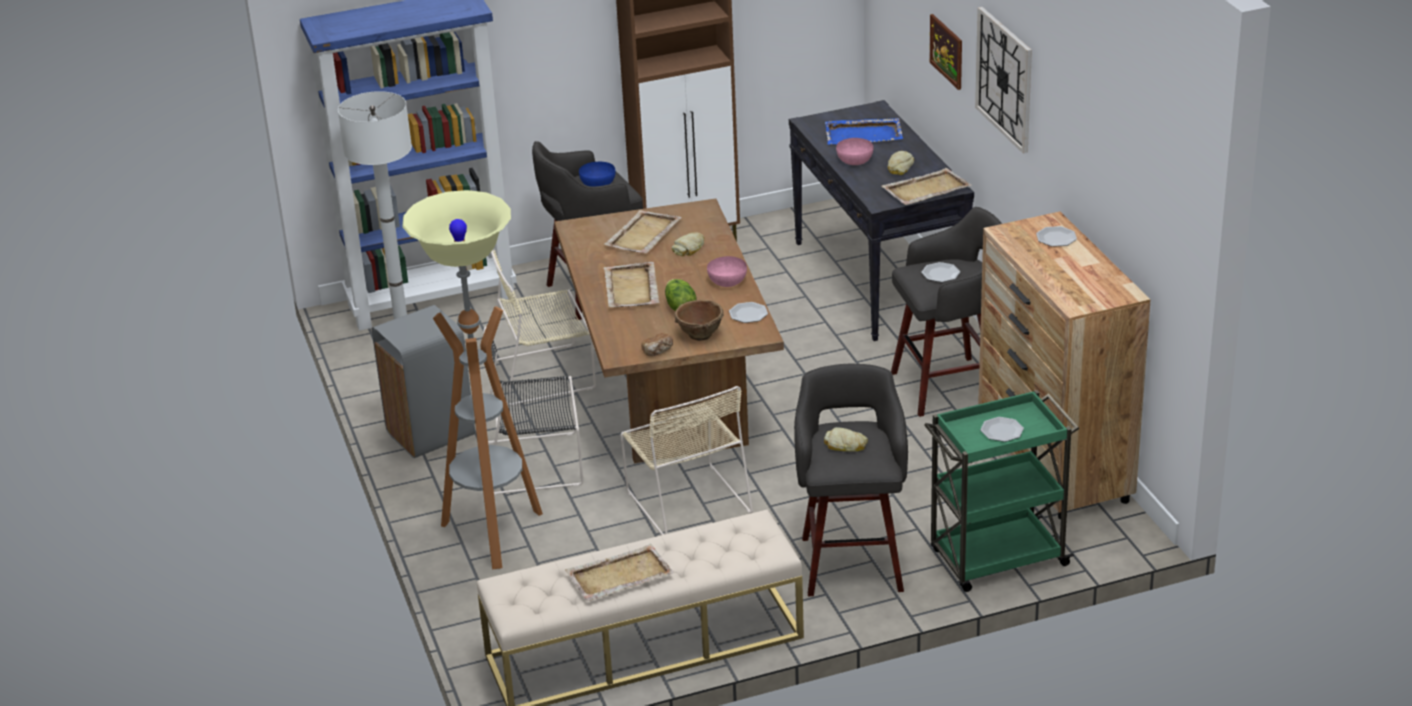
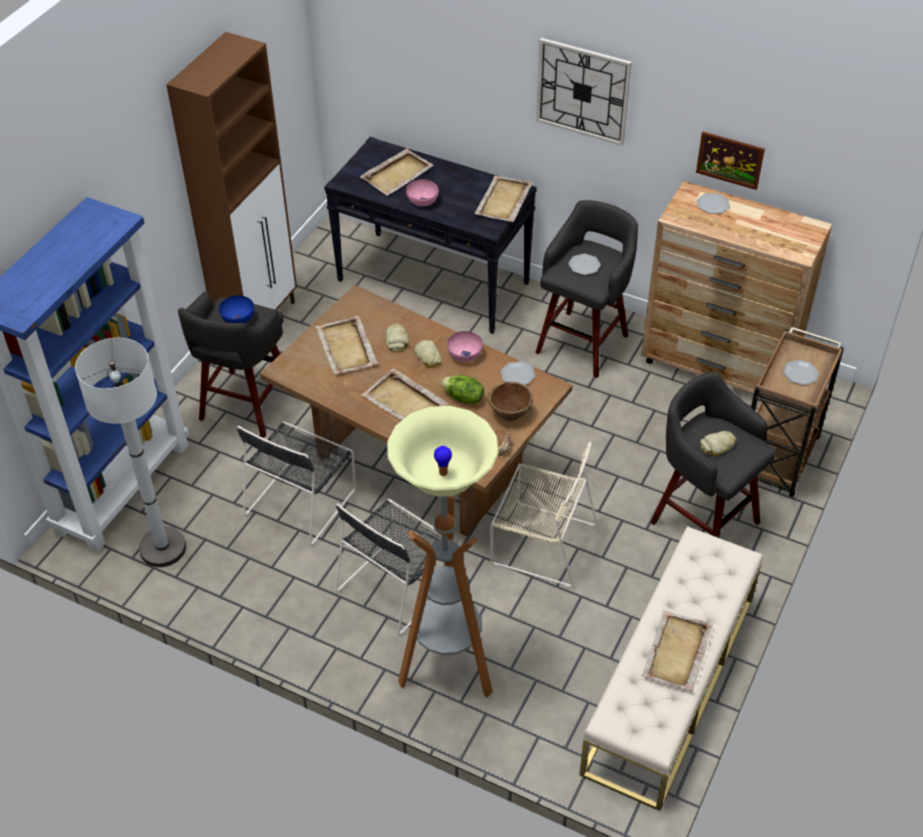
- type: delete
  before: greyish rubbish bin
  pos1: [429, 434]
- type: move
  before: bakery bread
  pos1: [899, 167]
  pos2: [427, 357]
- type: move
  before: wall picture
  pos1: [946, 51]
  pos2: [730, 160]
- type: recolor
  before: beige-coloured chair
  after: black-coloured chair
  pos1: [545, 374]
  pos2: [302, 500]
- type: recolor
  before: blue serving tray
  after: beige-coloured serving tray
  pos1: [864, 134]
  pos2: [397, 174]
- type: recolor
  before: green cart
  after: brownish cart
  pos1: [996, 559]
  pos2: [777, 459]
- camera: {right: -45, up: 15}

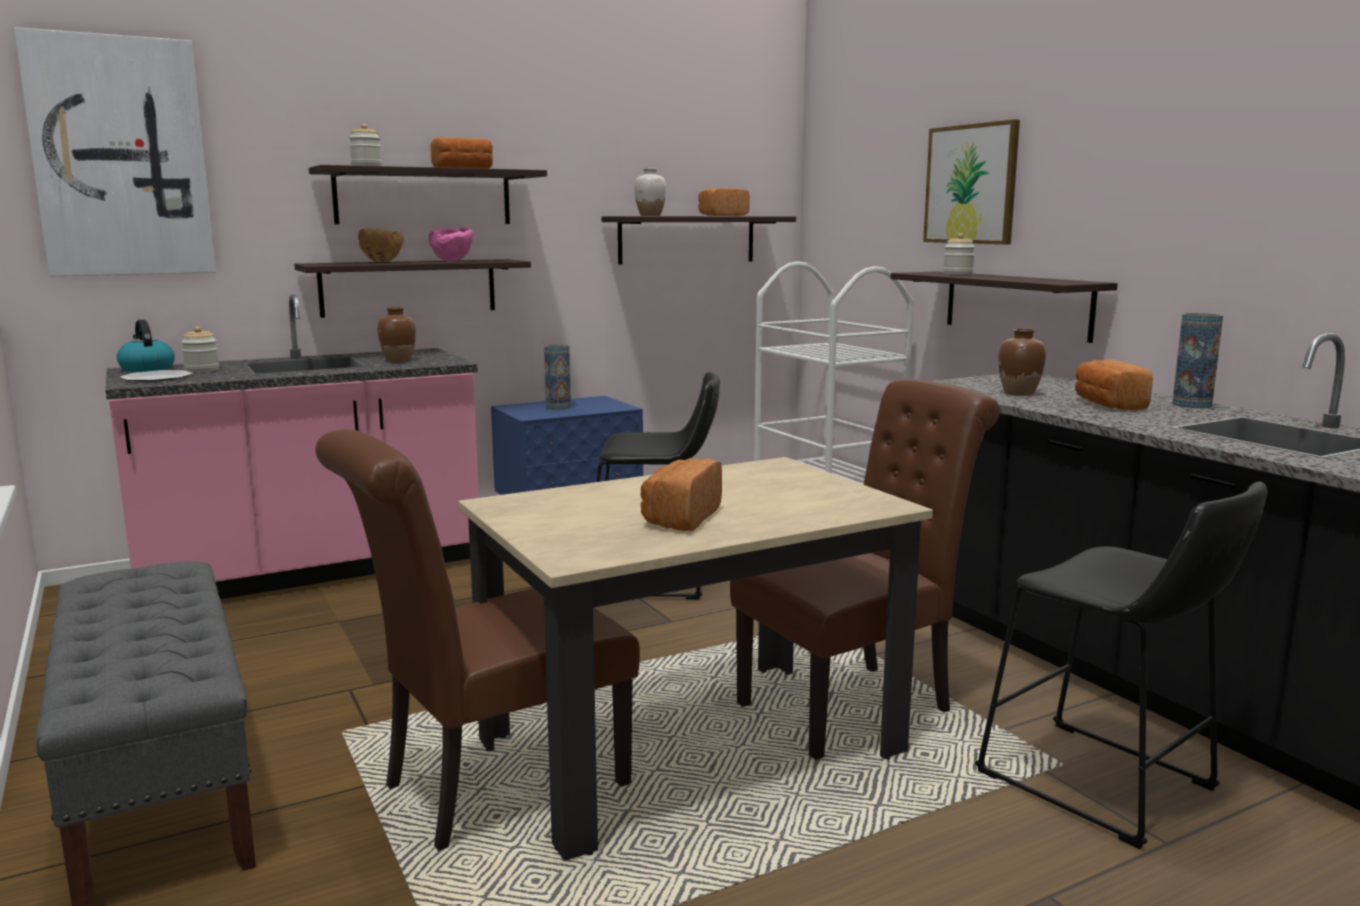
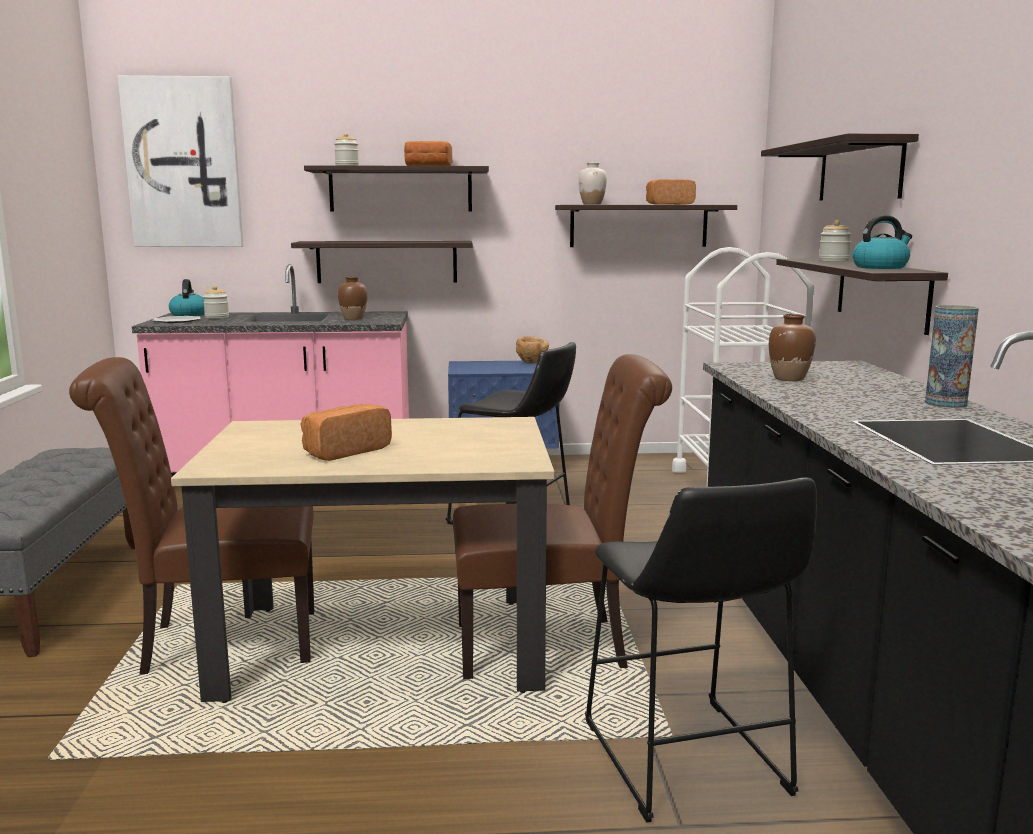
- type: delete
  before: pink serving bowl
  pos1: [452, 261]
- type: delete
  before: flower vase
  pos1: [558, 407]
- type: delete
  before: bakery bread
  pos1: [1107, 405]
- type: insert
  after: kettle
  pos2: [880, 267]
- type: move
  before: brownish serving bowl
  pos1: [382, 262]
  pos2: [532, 363]
- type: replace
  before: wall picture
  after: shelf
  pos1: [971, 184]
  pos2: [859, 171]
- camera: {right: 25, up: 0}

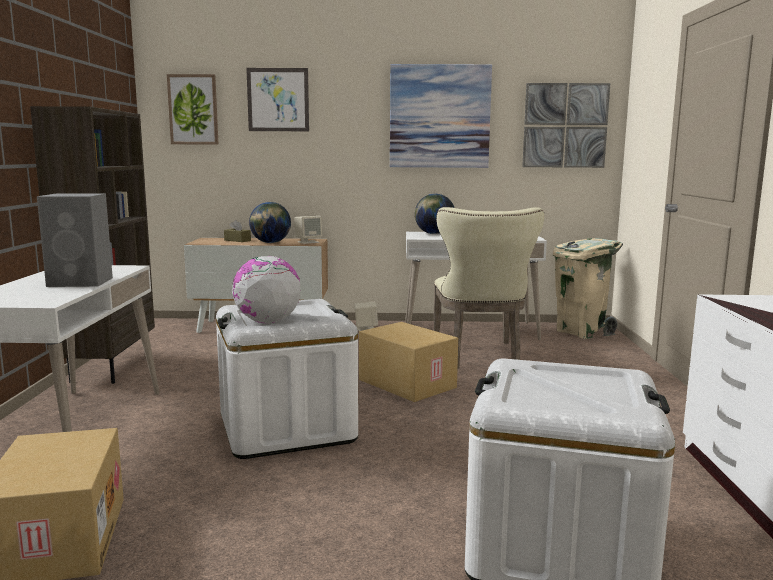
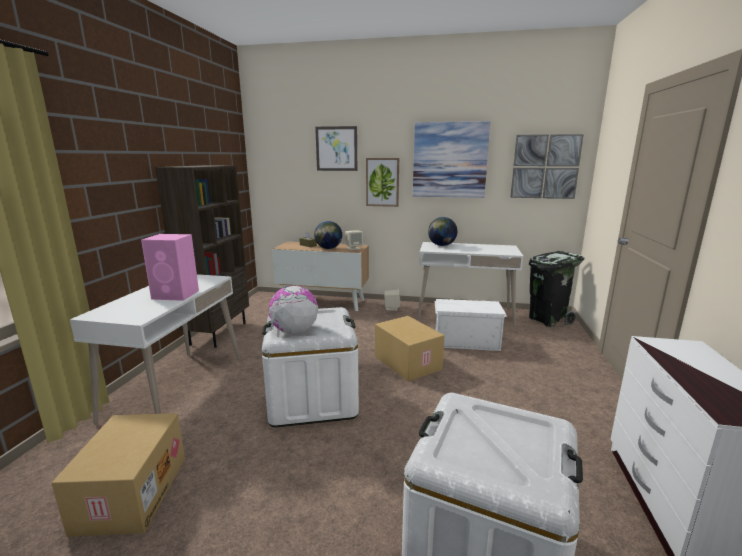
- type: move
  before: wall picture
  pos1: [193, 109]
  pos2: [382, 182]
- type: replace
  before: beige-coloured chair
  after: whitish storage bin
  pos1: [479, 357]
  pos2: [465, 340]
- type: recolor
  before: greyish audio speaker
  after: pink audio speaker
  pos1: [82, 282]
  pos2: [176, 295]
- type: recolor
  before: beige-coloured rubbish bin
  after: black-coloured rubbish bin
  pos1: [581, 332]
  pos2: [547, 320]
- camera: {right: 10, up: 5}

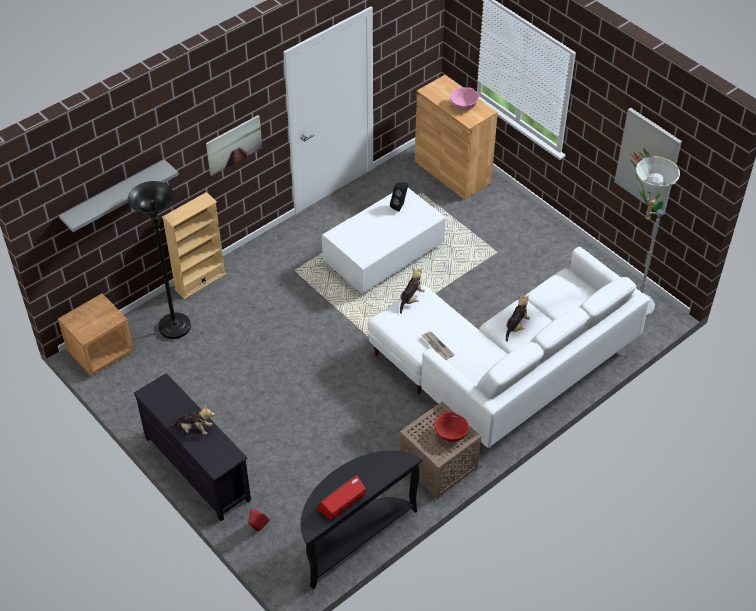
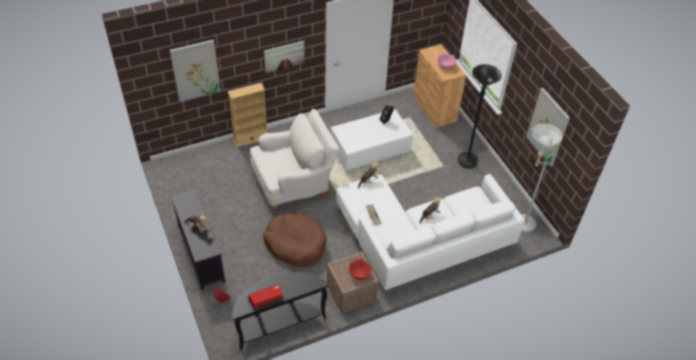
- type: delete
  before: brownish night table
  pos1: [101, 351]
- type: insert
  after: whitish lounge chair
  pos2: [294, 183]
- type: insert
  after: brownish dog cushion
  pos2: [295, 244]
- type: move
  before: black-coloured standard lamp
  pos1: [175, 327]
  pos2: [467, 161]
- type: replace
  before: greyish shelf
  after: wall picture
  pos1: [114, 196]
  pos2: [195, 70]
- camera: {right: 15, up: 0}

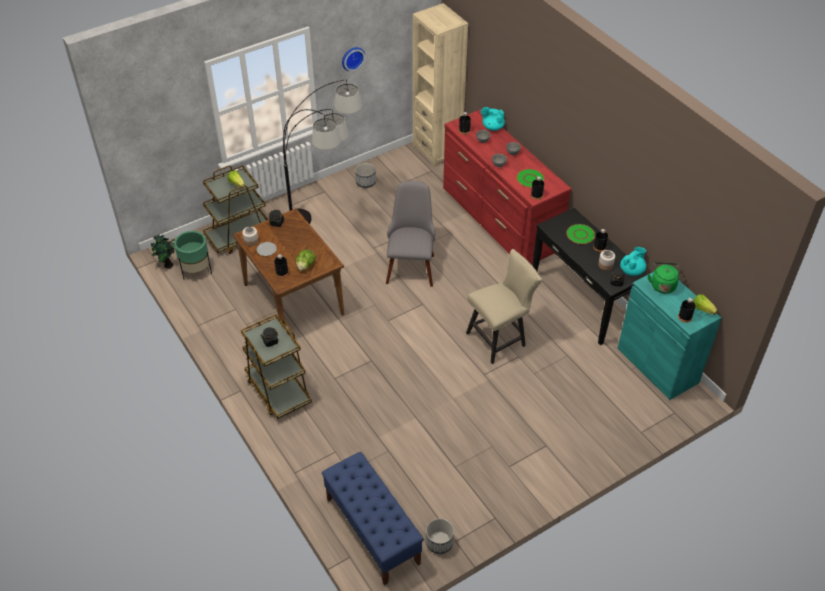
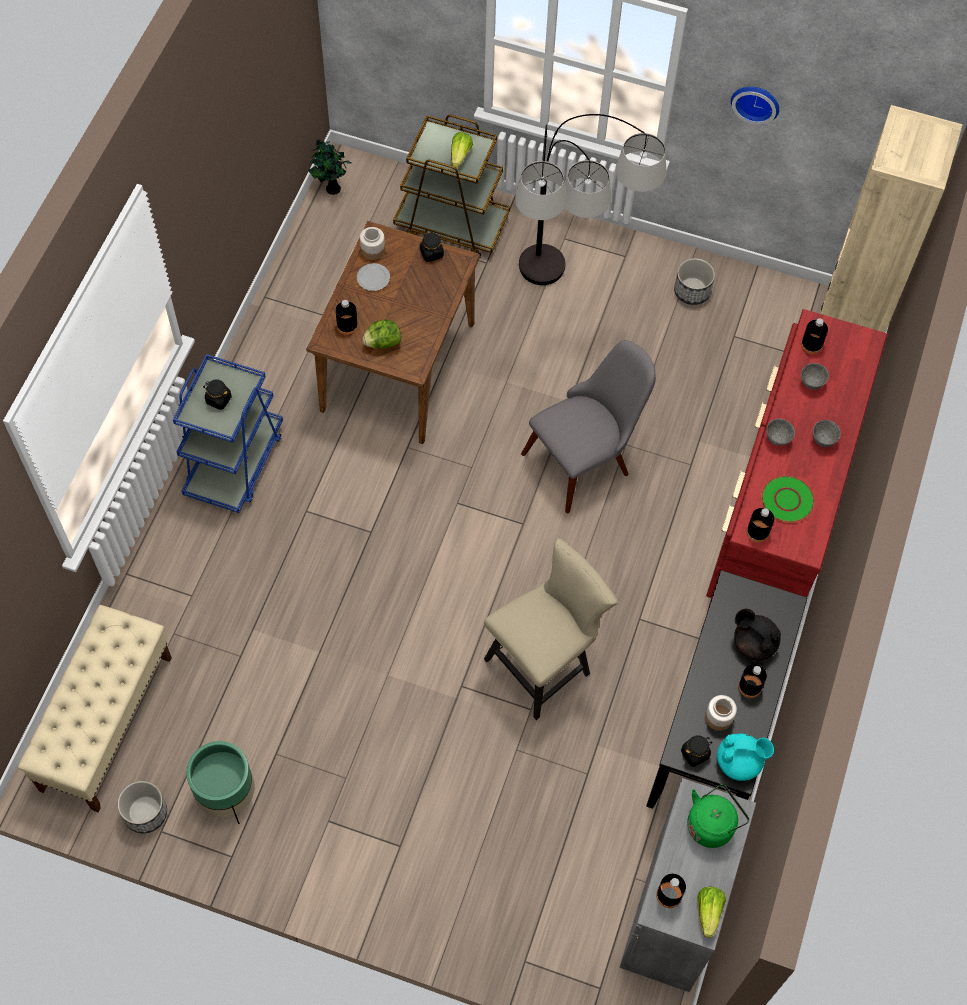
- type: delete
  before: turquoise-coloured tea pot
  pos1: [492, 127]
- type: move
  before: green flower pot
  pos1: [196, 271]
  pos2: [227, 796]
- type: replace
  before: green dinner plate
  after: black-coloured tea pot
  pos1: [580, 234]
  pos2: [753, 643]
- type: recolor
  before: brownish cart
  after: blue cart
  pos1: [278, 390]
  pos2: [235, 462]
- type: recolor
  before: blue indoor bench
  after: beige-coloured indoor bench
  pos1: [372, 530]
  pos2: [106, 722]
- type: recolor
  before: turquoise-coloured cabinet
  after: greyish cabinet
  pos1: [657, 365]
  pos2: [674, 911]
- type: rotate
  before: beige-coloured chair
  pos1: [500, 338]
  pos2: [544, 663]
  turn: -60
- camera: {right: 50, up: 15}

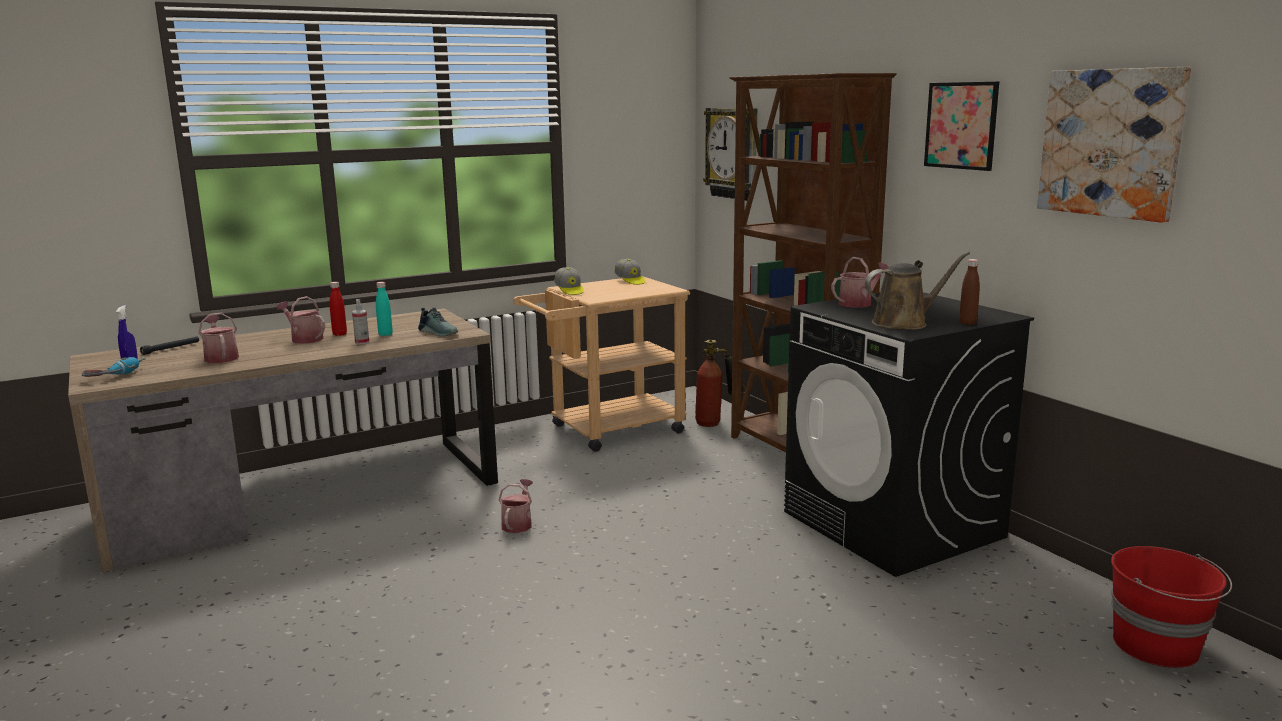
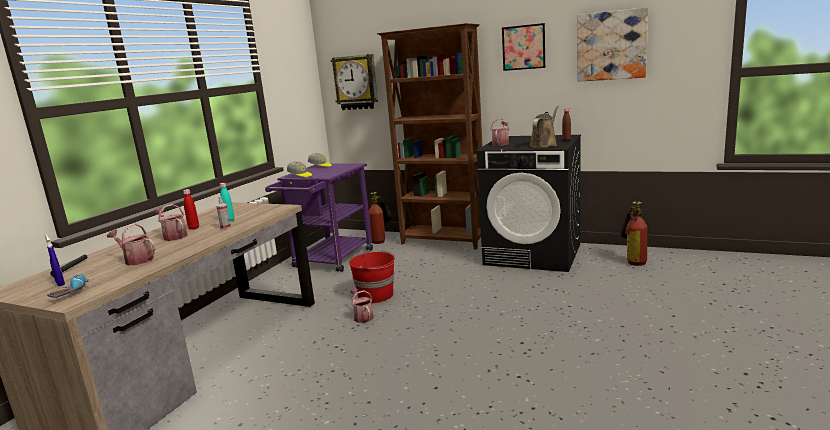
- type: delete
  before: shoe
  pos1: [439, 332]
- type: insert
  after: extinguisher
  pos2: [632, 260]
- type: move
  before: red pail
  pos1: [1157, 646]
  pos2: [376, 295]
- type: recolor
  before: beige-coloured cart
  after: purple-coloured cart
  pos1: [607, 431]
  pos2: [330, 261]
- type: rotate
  before: sprinkling can
  pos1: [304, 339]
  pos2: [173, 236]
  turn: 45
- camera: {right: -35, up: 0}

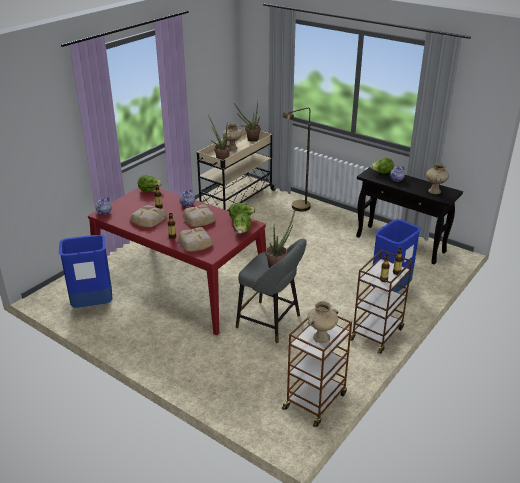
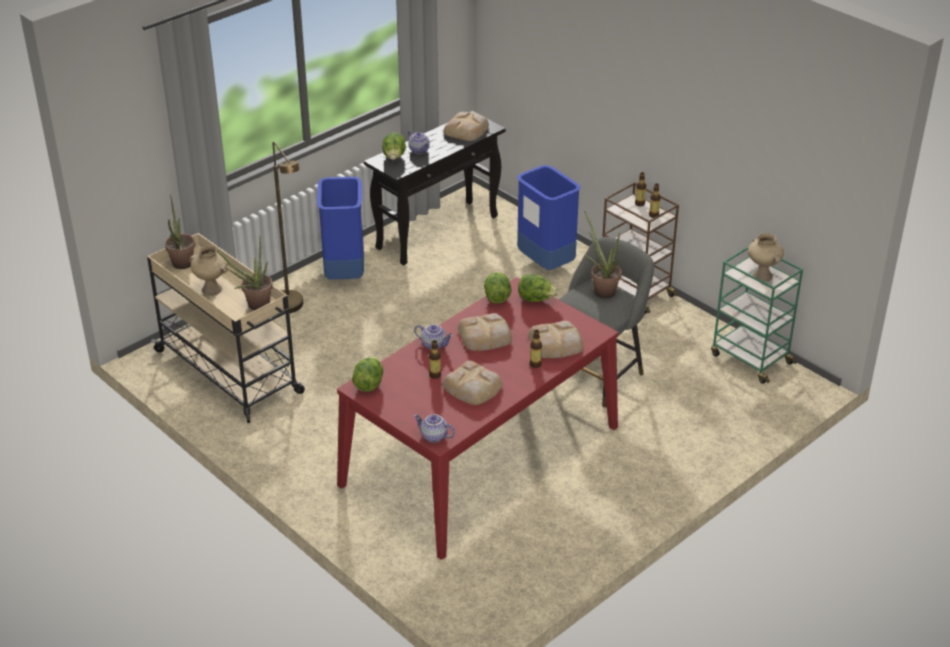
- type: move
  before: blue rubbish bin
  pos1: [93, 305]
  pos2: [345, 274]
- type: replace
  before: beige-coloured flower vase
  after: bakery bread
  pos1: [434, 191]
  pos2: [467, 130]
- type: recolor
  before: brownish cart
  after: green cart
  pos1: [315, 400]
  pos2: [750, 358]
- camera: {right: -80, up: 5}

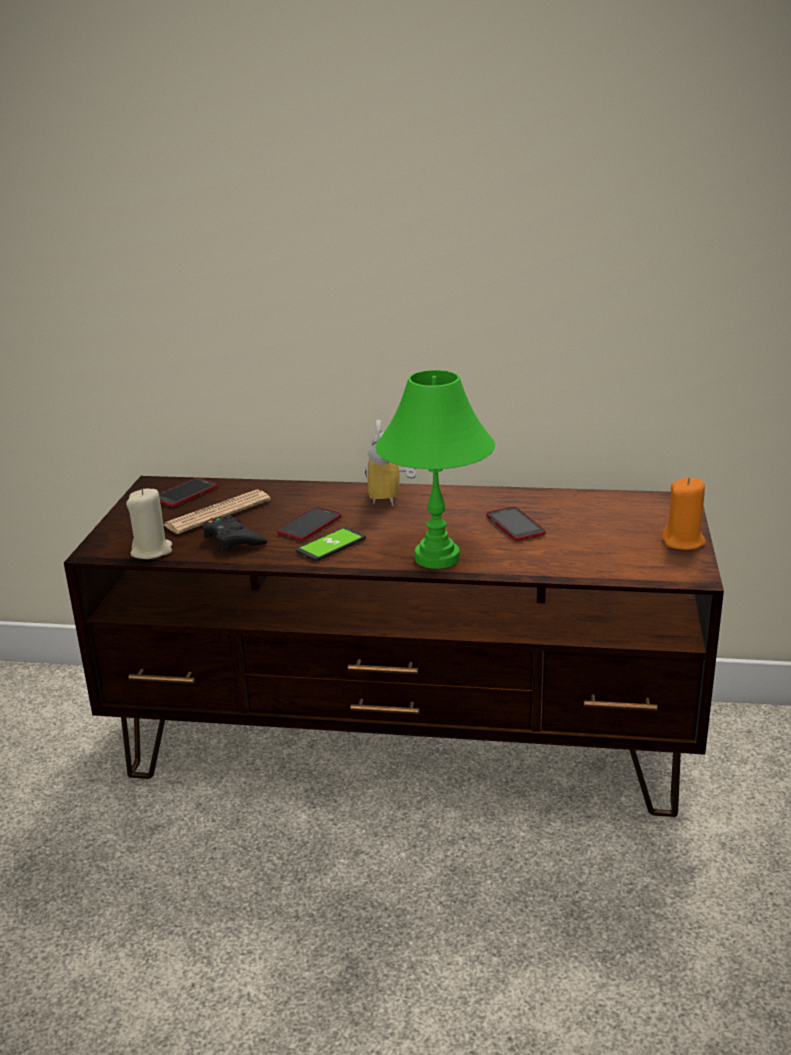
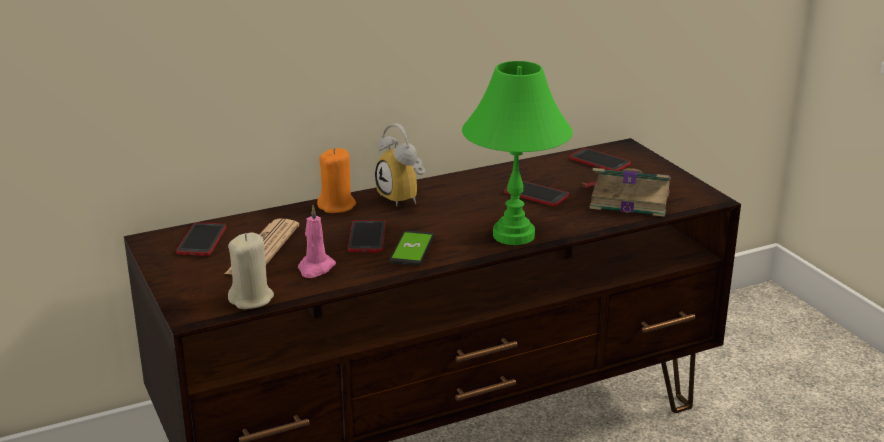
- type: insert
  after: handset
  pos2: [599, 161]
- type: insert
  after: volume
  pos2: [627, 199]
- type: move
  before: orangey wax light
  pos1: [683, 542]
  pos2: [337, 206]
- type: replace
  before: black-coloured game controller
  after: pink wax light
  pos1: [233, 540]
  pos2: [315, 268]
- camera: {right: -35, up: 0}

